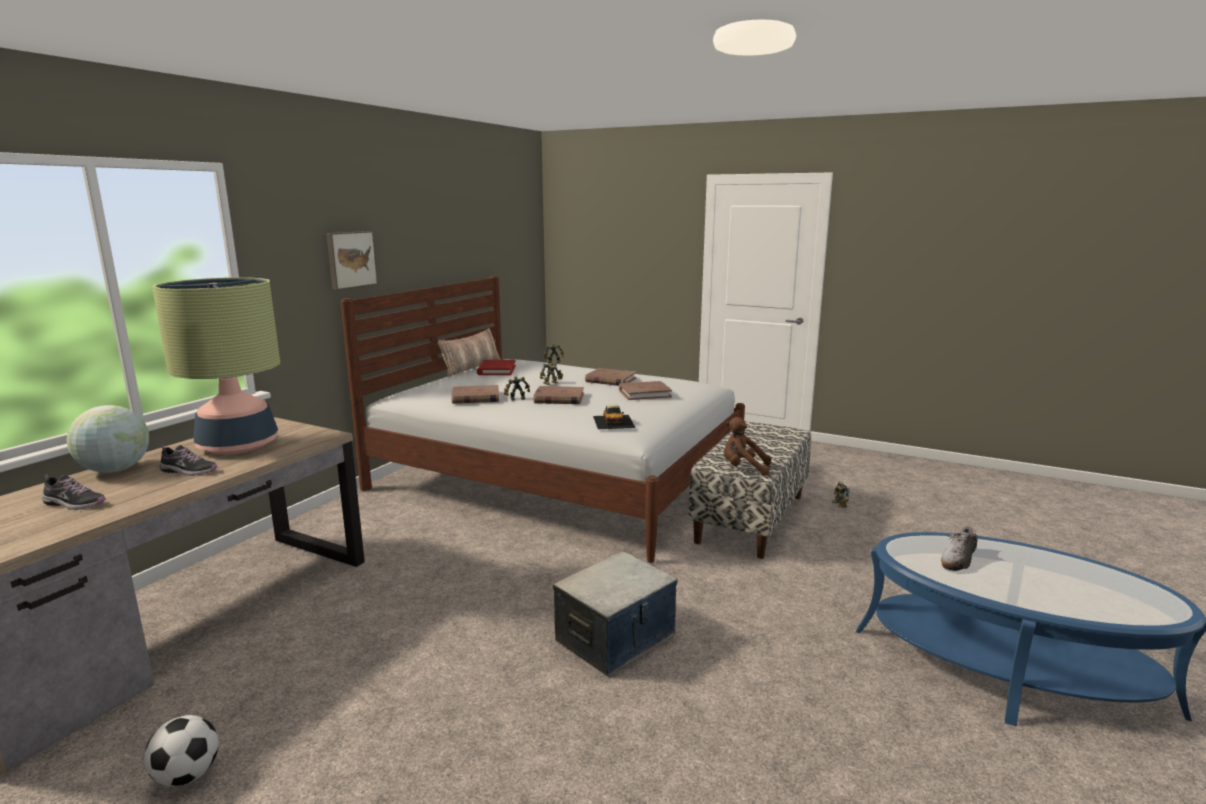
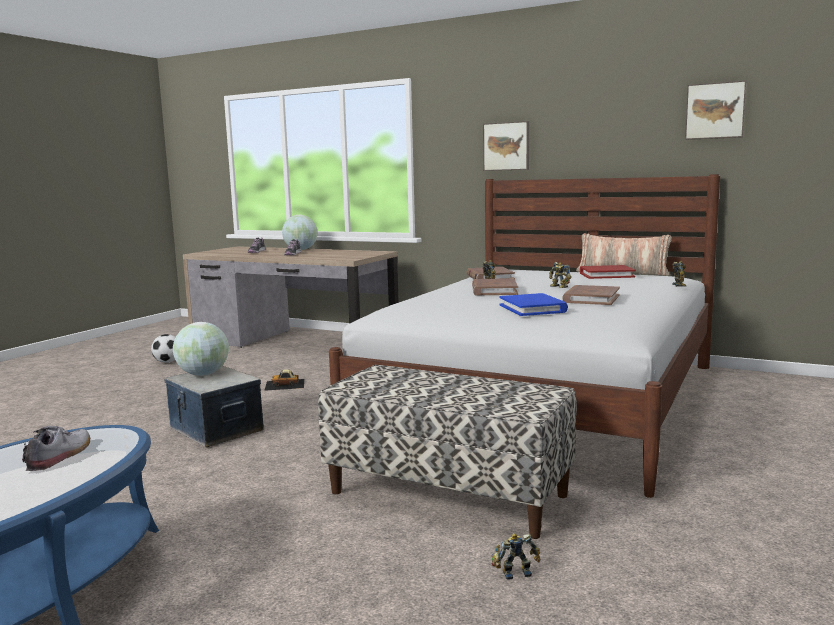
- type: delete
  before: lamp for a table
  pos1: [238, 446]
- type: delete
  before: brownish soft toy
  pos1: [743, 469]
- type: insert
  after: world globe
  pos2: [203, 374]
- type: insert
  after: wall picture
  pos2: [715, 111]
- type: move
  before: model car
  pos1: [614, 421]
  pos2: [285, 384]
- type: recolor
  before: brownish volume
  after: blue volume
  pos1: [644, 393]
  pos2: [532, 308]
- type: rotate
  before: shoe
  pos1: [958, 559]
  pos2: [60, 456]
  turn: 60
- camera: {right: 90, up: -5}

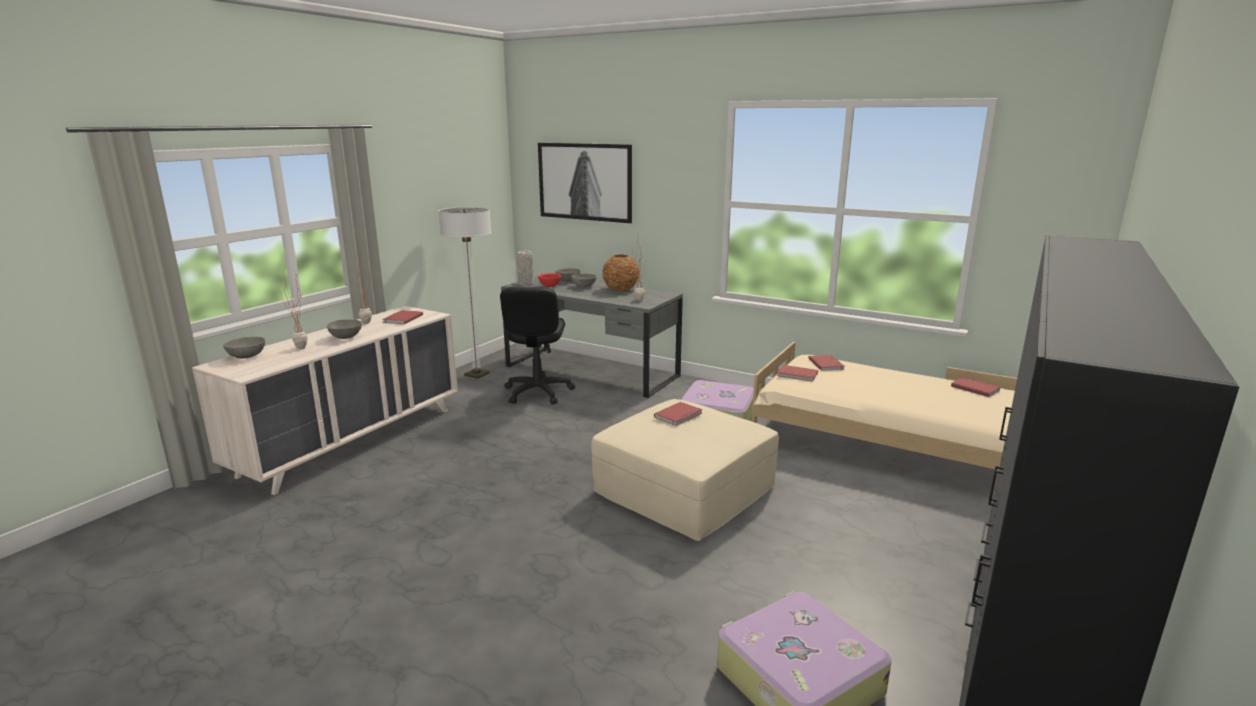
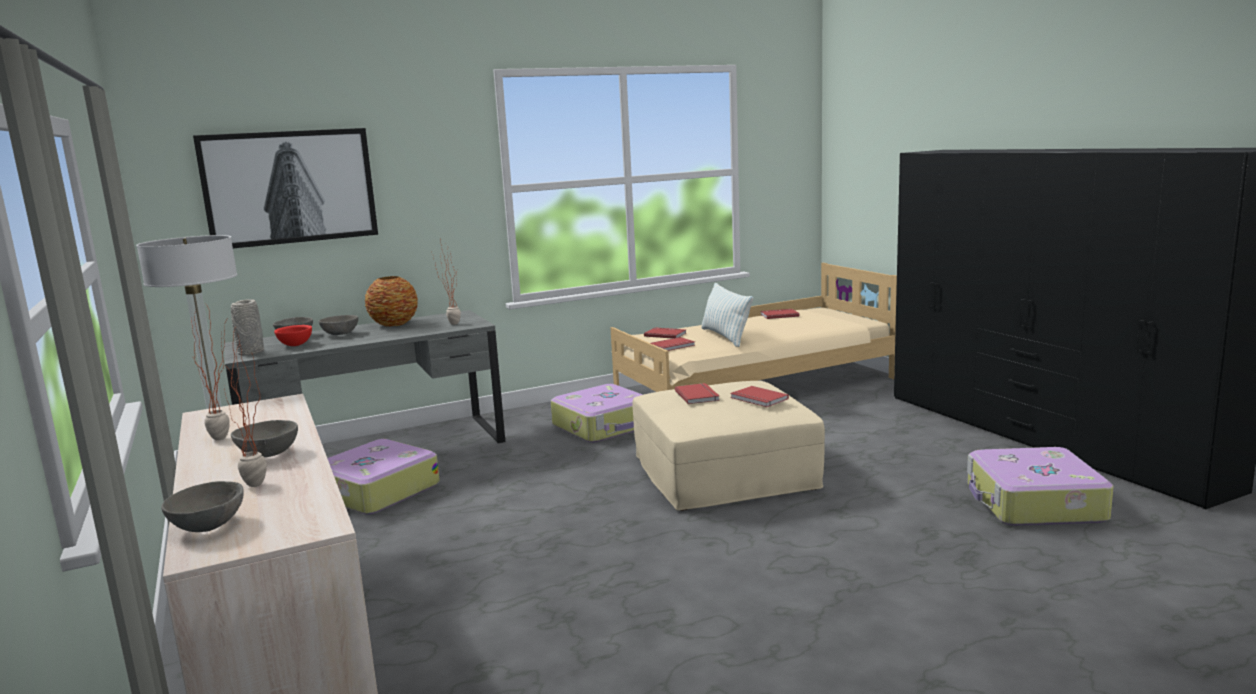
- type: insert
  after: pillow
  pos2: [725, 337]
- type: move
  before: red volume
  pos1: [402, 318]
  pos2: [758, 399]
- type: replace
  before: black-coloured desk chair
  after: travel case
  pos1: [537, 392]
  pos2: [376, 491]
- camera: {right: -55, up: -5}

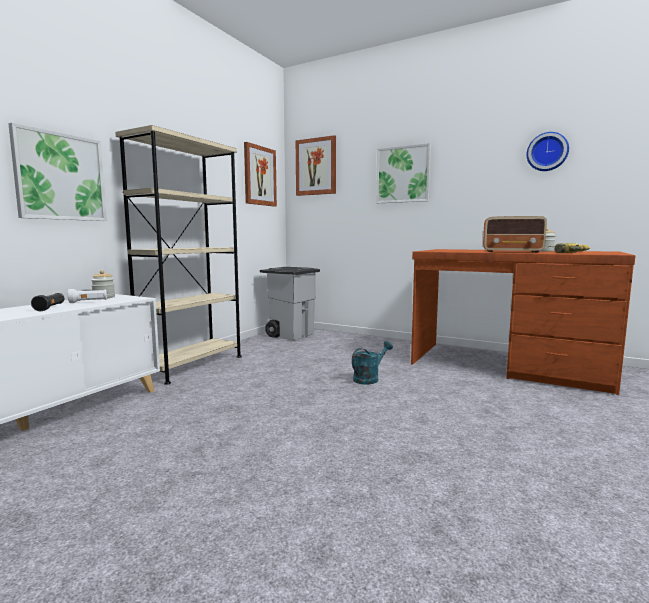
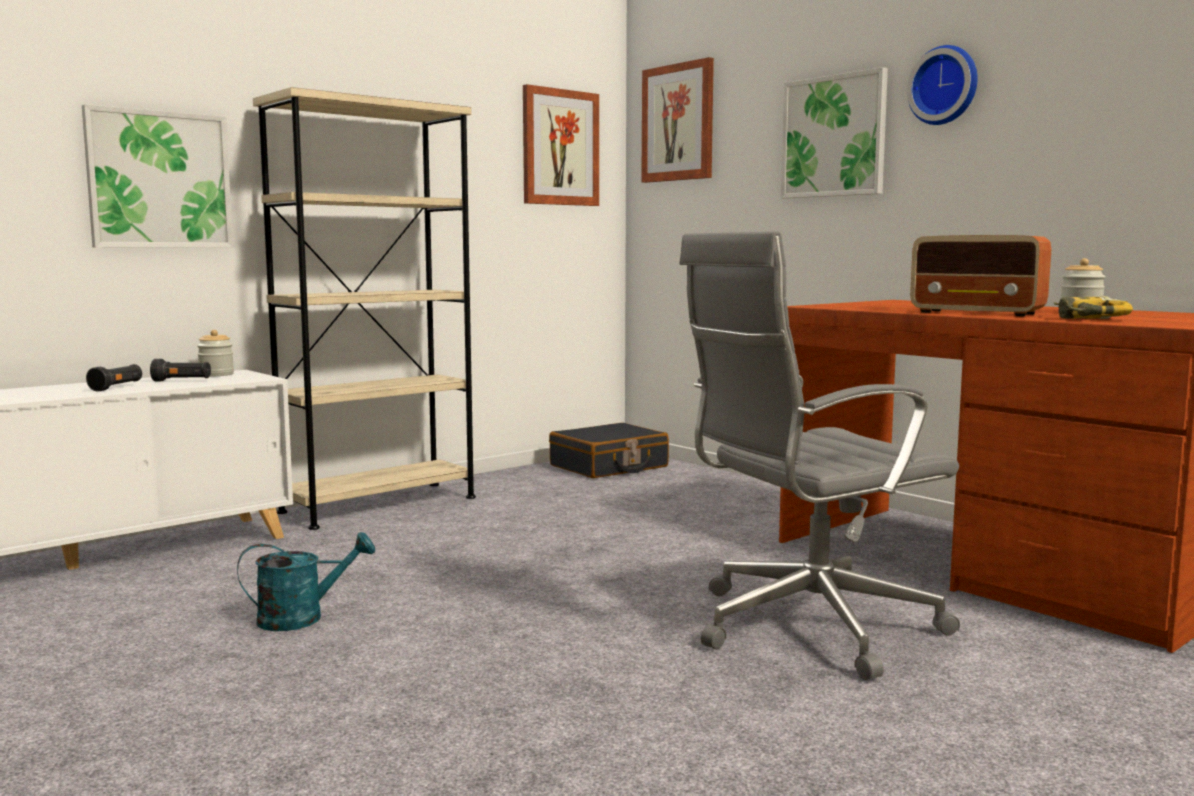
- type: insert
  after: greyish desk chair
  pos2: [807, 626]
- type: move
  before: turquoise-coloured sprinkling can
  pos1: [369, 378]
  pos2: [302, 618]
- type: move
  before: clock on the wall
  pos1: [547, 152]
  pos2: [945, 86]
- type: replace
  before: greyish rubbish bin
  after: black-coloured travel case
  pos1: [291, 335]
  pos2: [609, 466]
- type: recolor
  before: whitish flashlight
  after: black-coloured flashlight
  pos1: [89, 302]
  pos2: [182, 381]
- camera: {right: 20, up: 0}

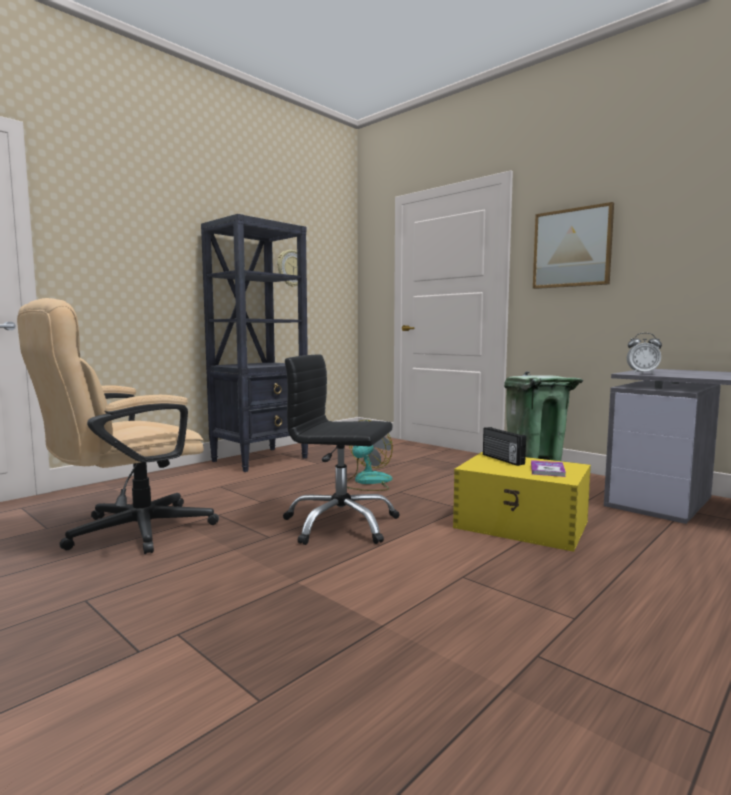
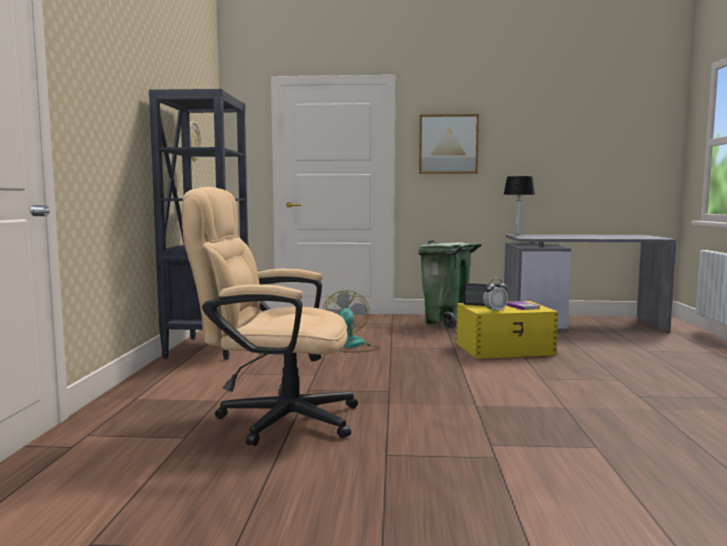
- type: delete
  before: black-coloured desk chair
  pos1: [340, 524]
- type: insert
  after: lamp for a table
  pos2: [517, 234]
- type: move
  before: bedside clock
  pos1: [642, 373]
  pos2: [495, 311]
- type: rotate
  before: beige-coloured desk chair
  pos1: [126, 533]
  pos2: [274, 418]
  turn: 90
- camera: {right: -40, up: 0}

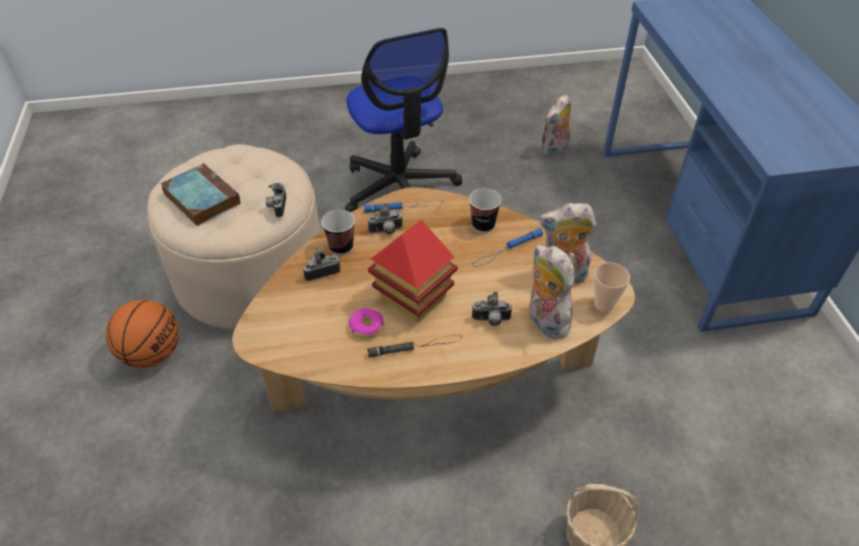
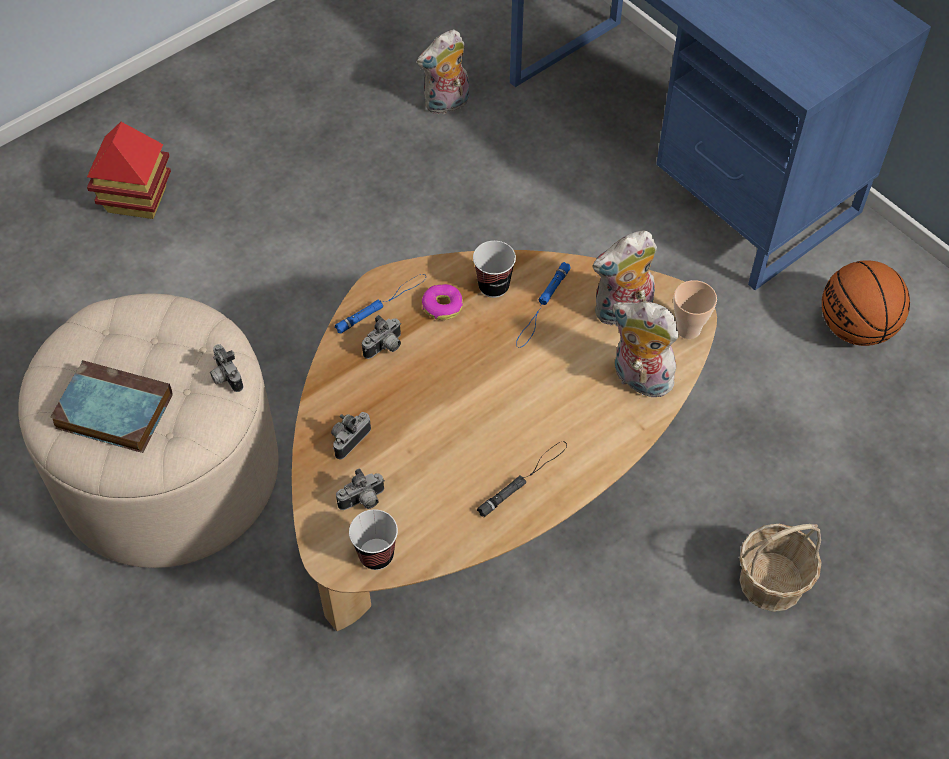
- type: delete
  before: desk chair
  pos1: [400, 188]
- type: move
  before: basketball
  pos1: [152, 354]
  pos2: [855, 328]
- type: move
  before: drinking cup
  pos1: [341, 247]
  pos2: [376, 555]
- type: move
  before: donut
  pos1: [366, 327]
  pos2: [442, 306]
- type: move
  before: model house
  pos1: [413, 298]
  pos2: [136, 199]
- type: move
  before: still camera
  pos1: [491, 321]
  pos2: [363, 501]
- type: rotate
  before: soft toy
  pos1: [554, 151]
  pos2: [447, 105]
  turn: 45
- camera: {right: -30, up: 10}

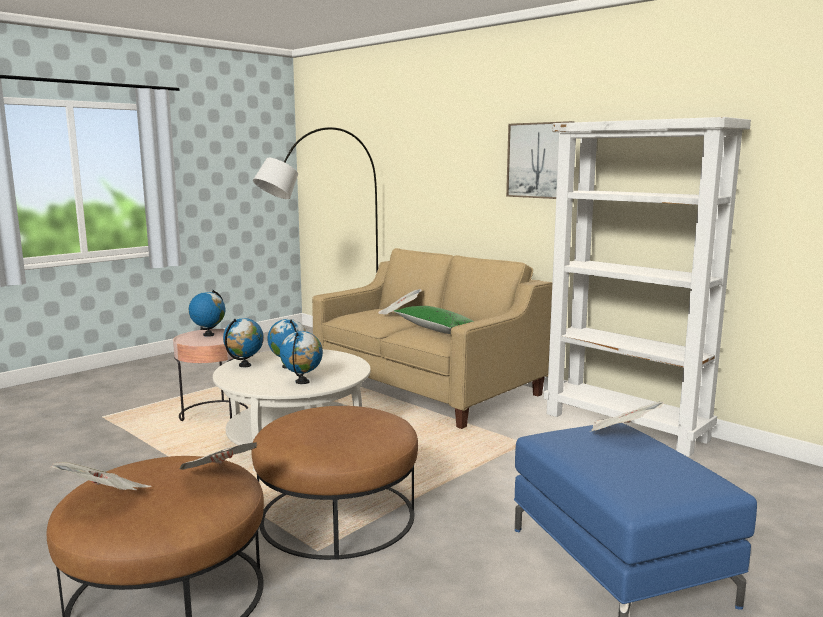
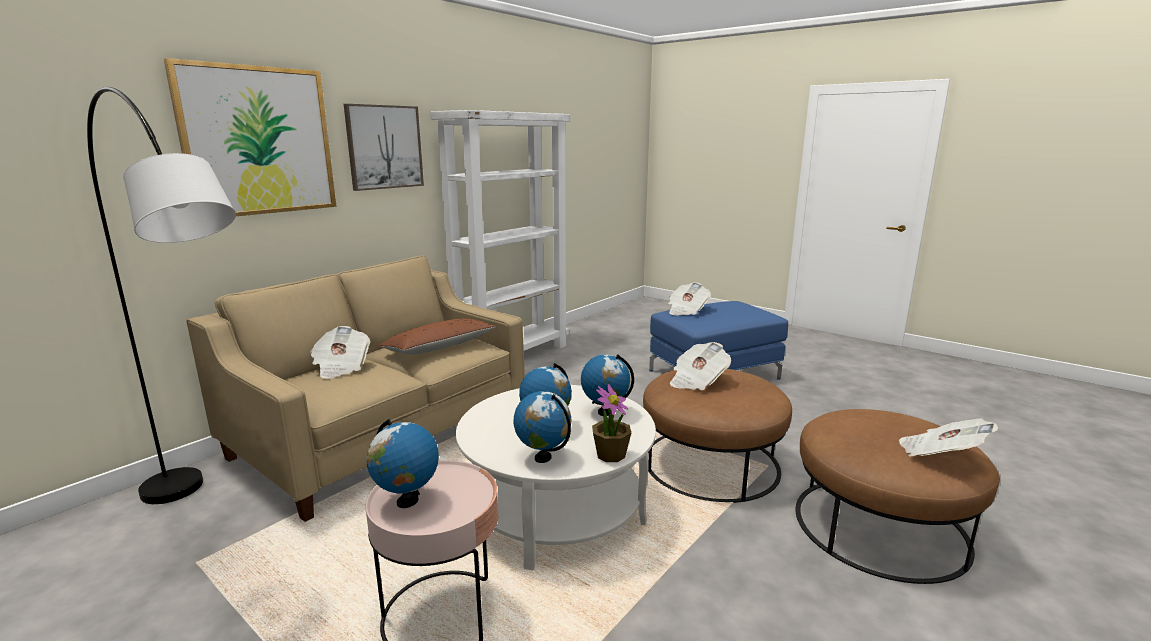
- type: insert
  after: wall picture
  pos2: [258, 141]
- type: insert
  after: houseplant
  pos2: [610, 455]
- type: move
  before: newspaper
  pos1: [219, 476]
  pos2: [697, 381]
- type: recolor
  before: green pillow
  after: brownish pillow
  pos1: [438, 330]
  pos2: [439, 347]
- camera: {right: -95, up: 5}

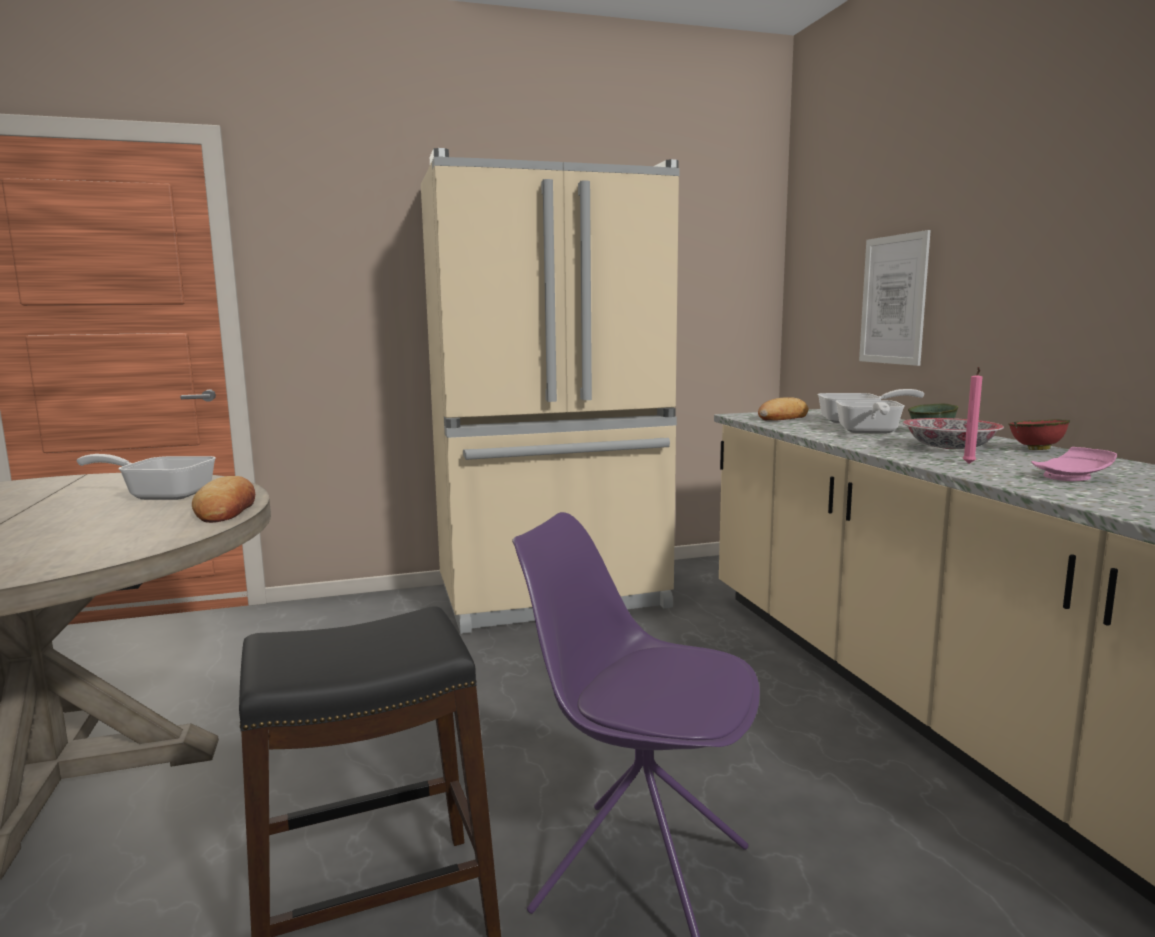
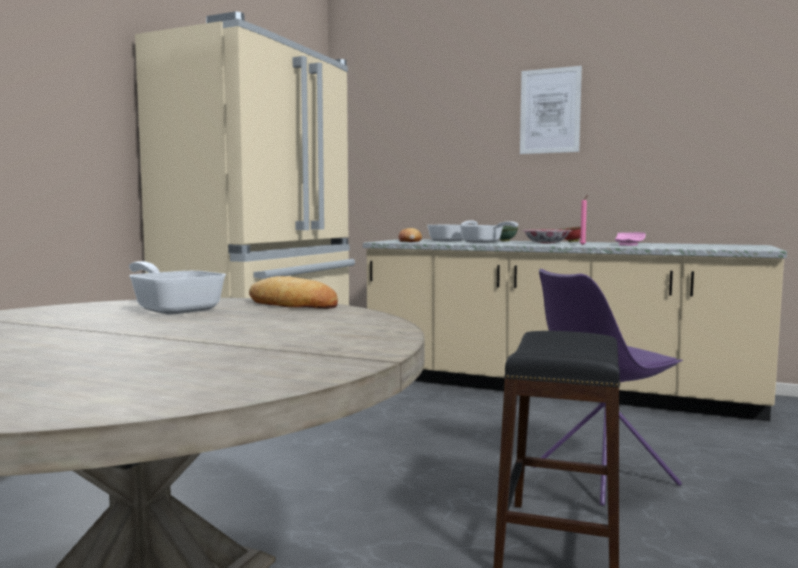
- type: move
  before: wall picture
  pos1: [893, 300]
  pos2: [550, 111]
- type: rotate
  before: frying pan
  pos1: [162, 495]
  pos2: [174, 309]
  turn: 90
- camera: {right: -50, up: -5}

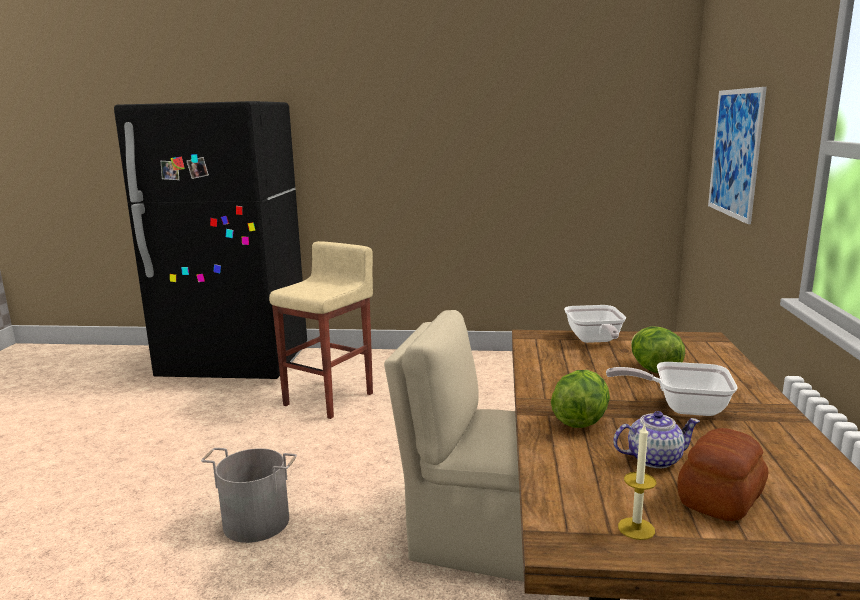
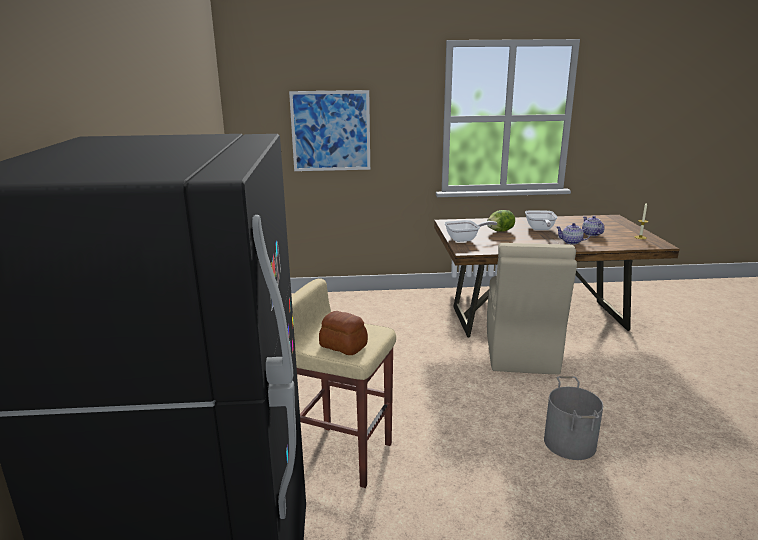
- type: move
  before: bakery bread
  pos1: [718, 498]
  pos2: [343, 346]
- type: replace
  before: head of lettuce
  after: tea pot
  pos1: [580, 421]
  pos2: [571, 242]
- camera: {right: -100, up: 5}

